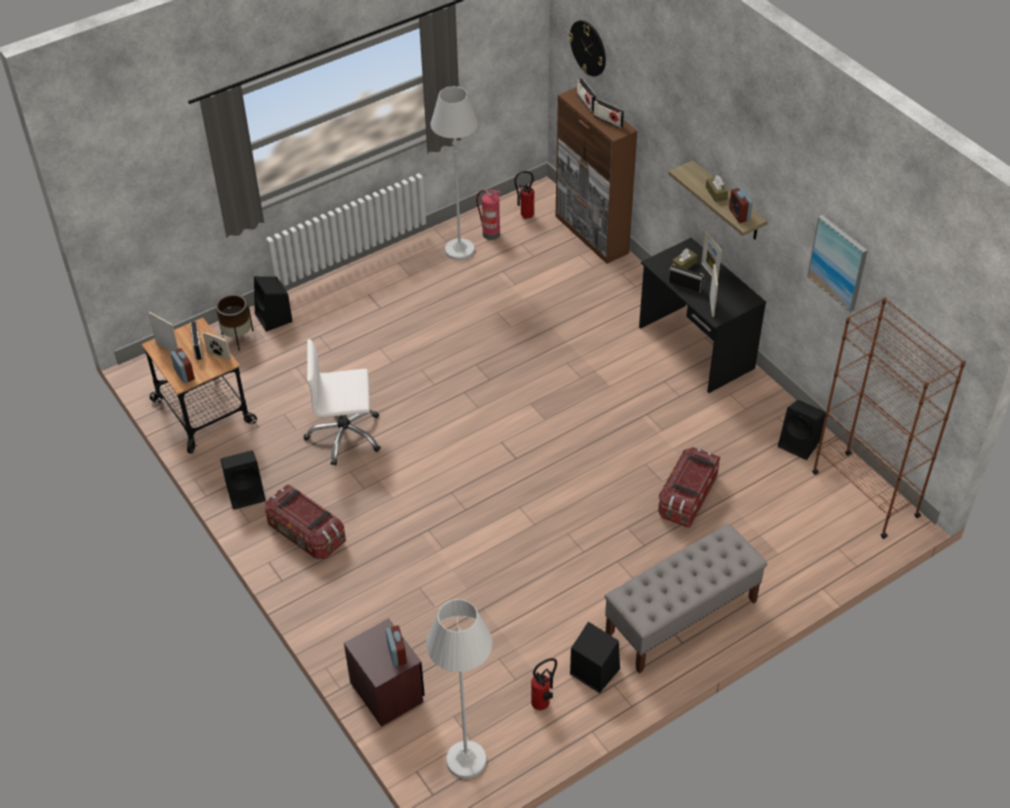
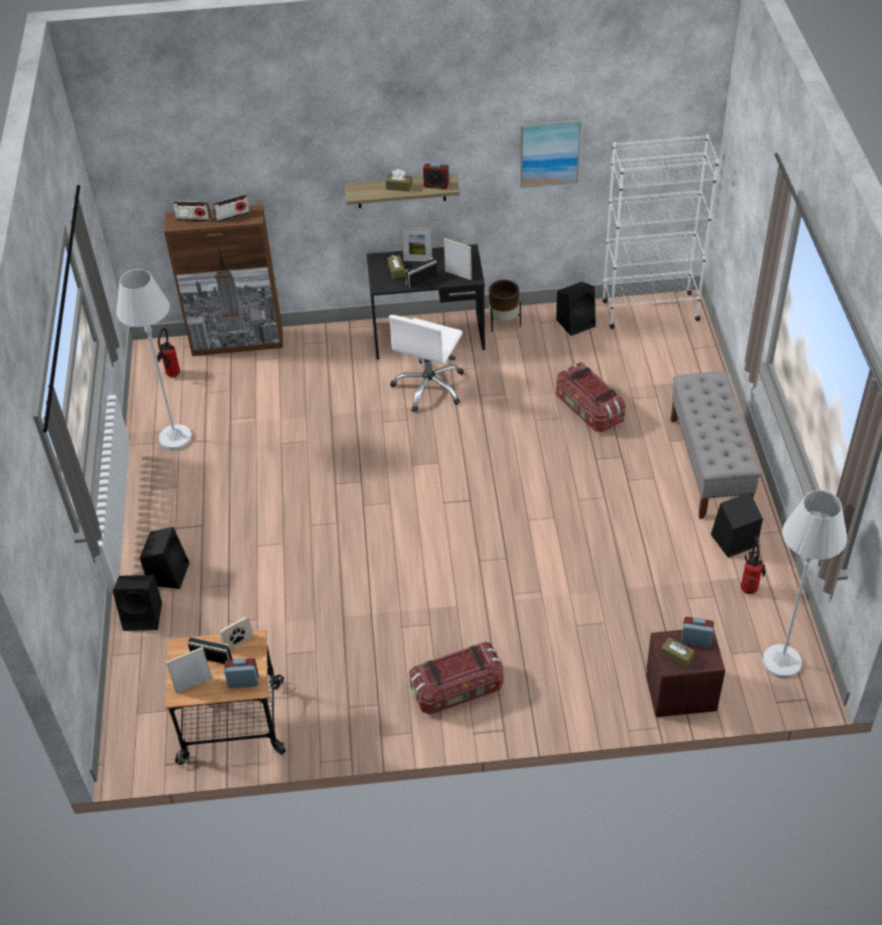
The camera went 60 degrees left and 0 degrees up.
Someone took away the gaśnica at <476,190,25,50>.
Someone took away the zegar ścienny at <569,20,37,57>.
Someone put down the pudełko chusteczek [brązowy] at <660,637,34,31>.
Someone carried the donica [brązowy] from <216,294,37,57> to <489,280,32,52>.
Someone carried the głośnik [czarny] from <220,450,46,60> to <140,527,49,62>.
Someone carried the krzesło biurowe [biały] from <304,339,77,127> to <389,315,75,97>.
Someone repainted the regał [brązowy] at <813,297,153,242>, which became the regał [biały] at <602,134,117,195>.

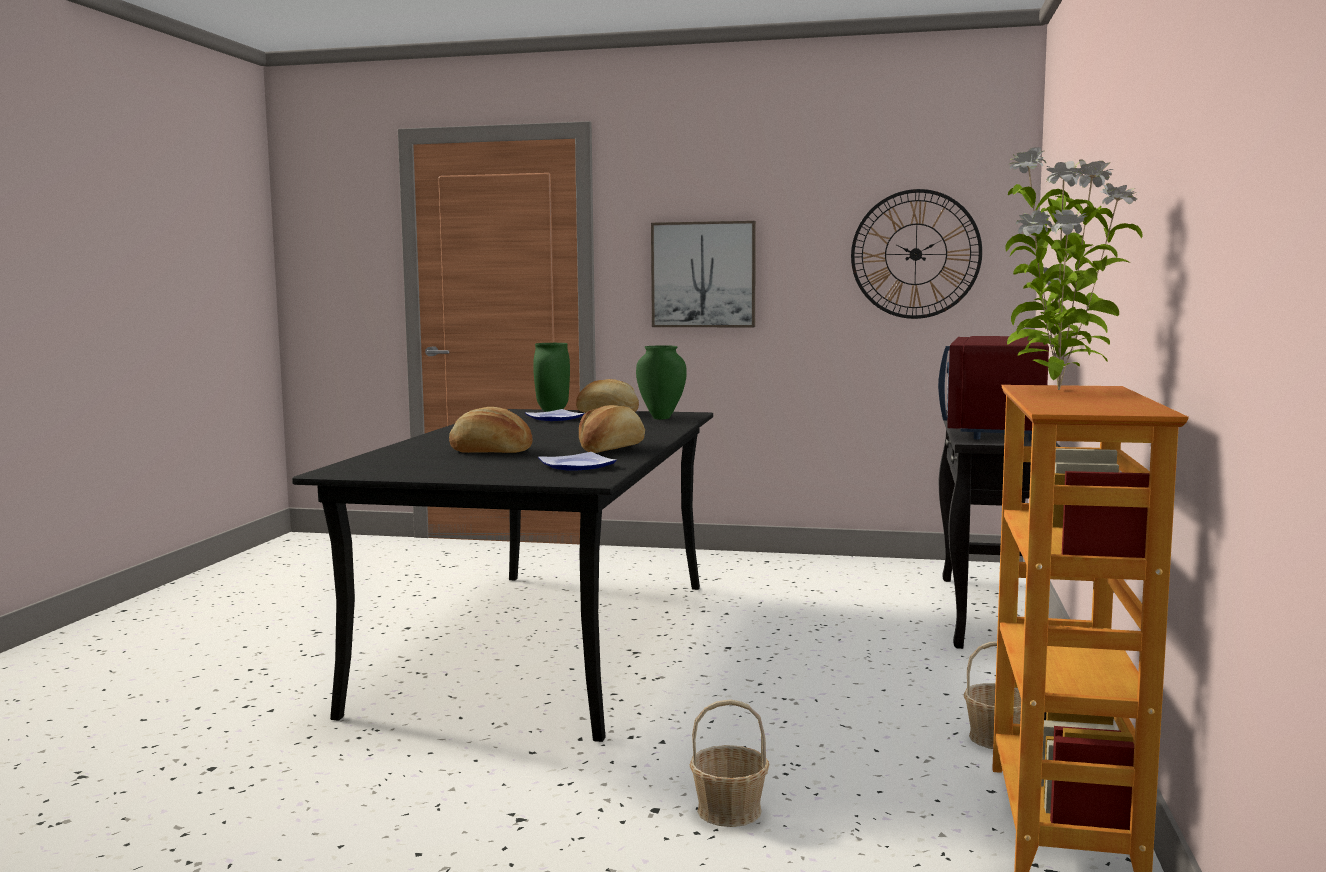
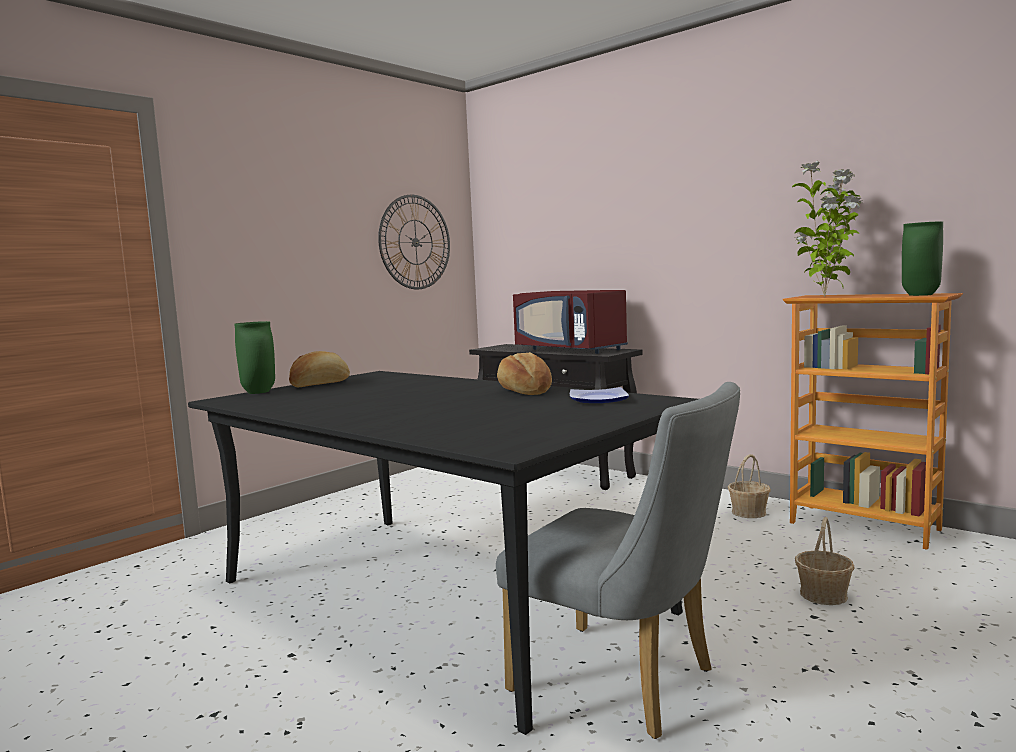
The camera went 60 degrees left and 0 degrees up.
Someone took away the chleb at <449,407,83,46>.
Someone took away the talerz at <525,409,60,12>.
Someone took away the obraz at <651,221,105,106>.
Someone put down the krzesło [szary] at <496,382,244,357>.
Someone carried the wazon [zielony] from <636,345,51,75> to <902,221,41,75>.

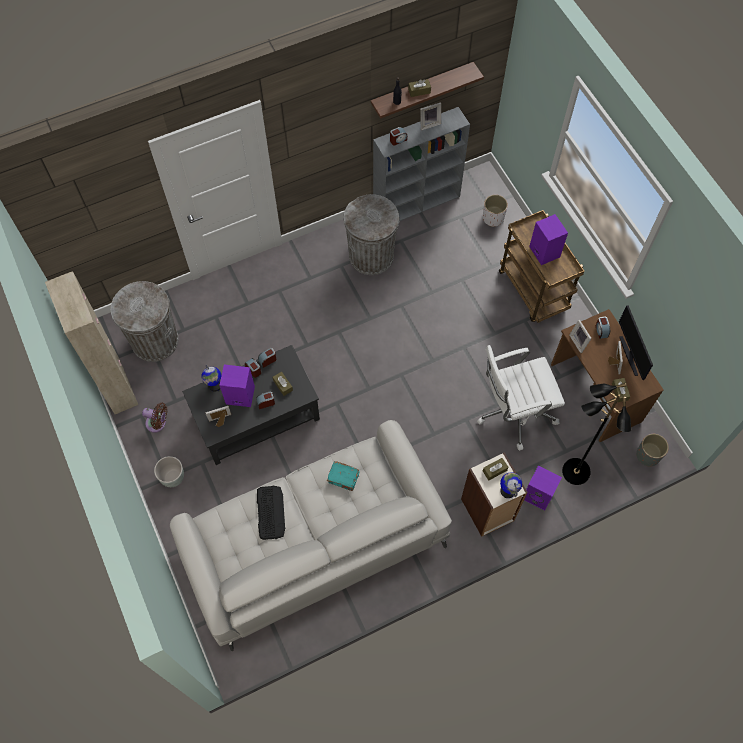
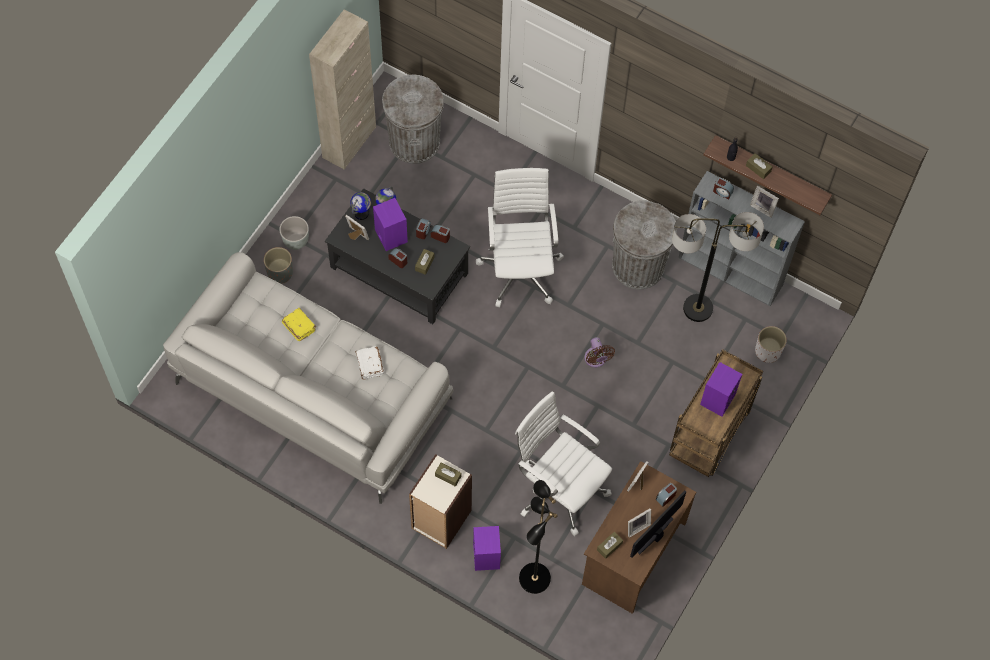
The camera went 55 degrees right and 0 degrees up.
Someone put down the krzesło biurowe [biały] at <476,168,88,139>.
Someone put down the lampa stojąca at <672,212,92,110>.
Someone carried the wentylator [brązowy] from <142,403,25,30> to <585,337,30,31>.
Someone carried the globus from <500,472,22,26> to <350,192,21,28>.
Someone carried the donica [szary] from <636,434,33,33> to <264,247,29,37>.
Someone swapped the klawiatura at <257,486,28,54> for the książka [żółty] at <282,308,34,33>.
Someone repainted the książka [turkusowy] at <327,461,33,30>, which became the książka [biały] at <355,346,29,34>.

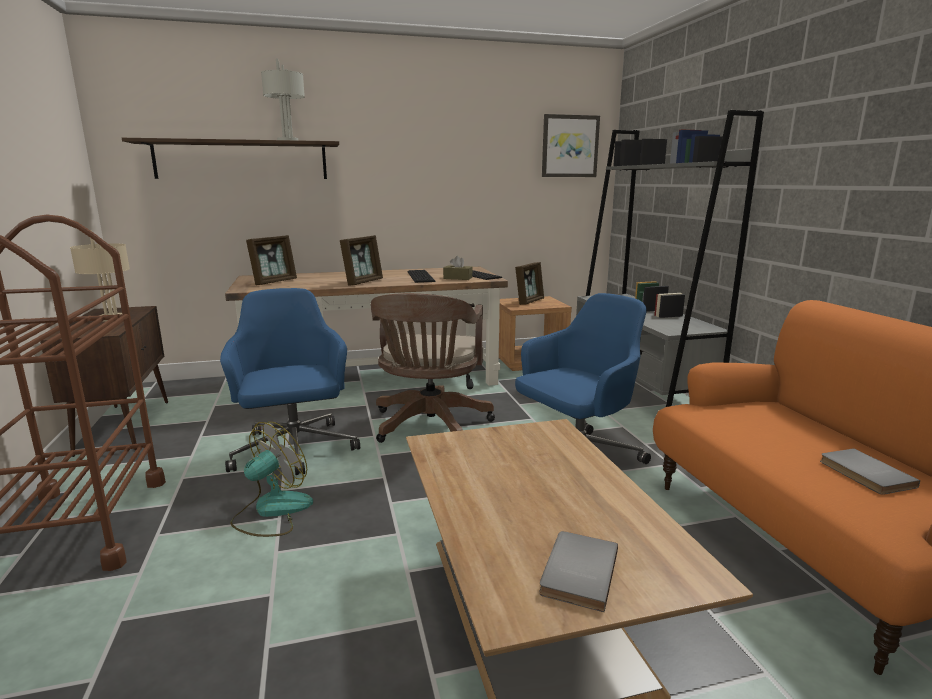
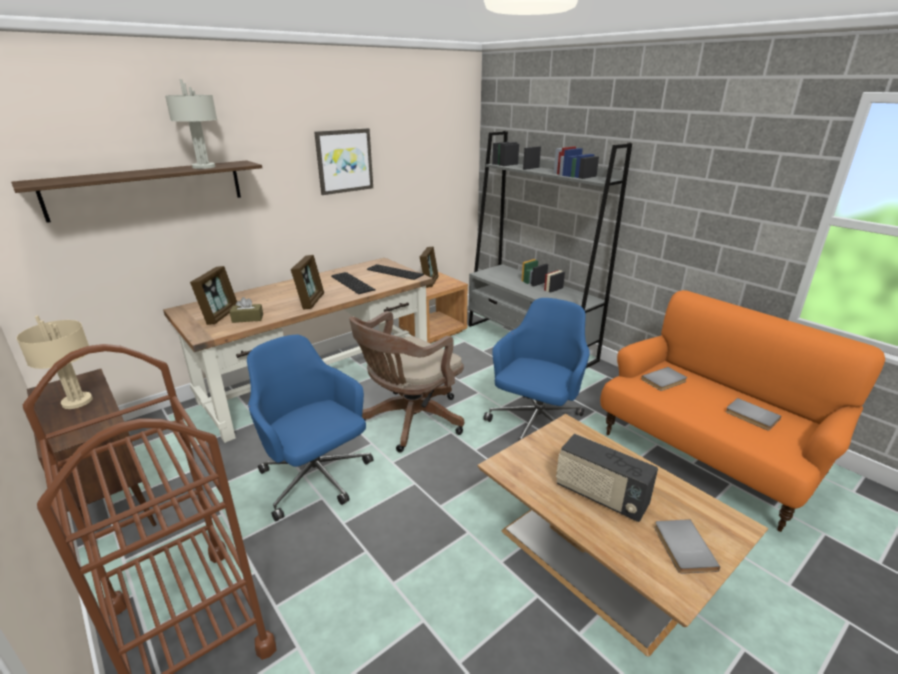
The camera went 25 degrees left and 10 degrees up.
Someone took away the wentylator at <230,422,83,115>.
Someone put down the radio at <556,434,102,88>.
Someone put down the książka [szary] at <641,367,46,24>.
Someone carried the pudełko chusteczek [brązowy] from <443,256,29,24> to <230,297,33,26>.
Someone carried the obraz from <542,114,58,63> to <314,128,59,67>.
Someone rotated the krzesło biurowe [brązowy] at <371,293,124,150> by 60 degrees clockwise.

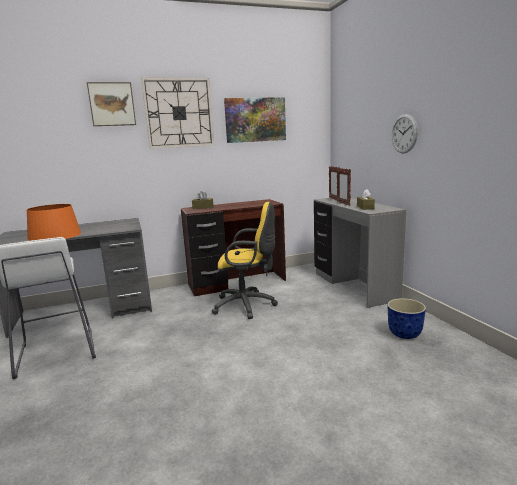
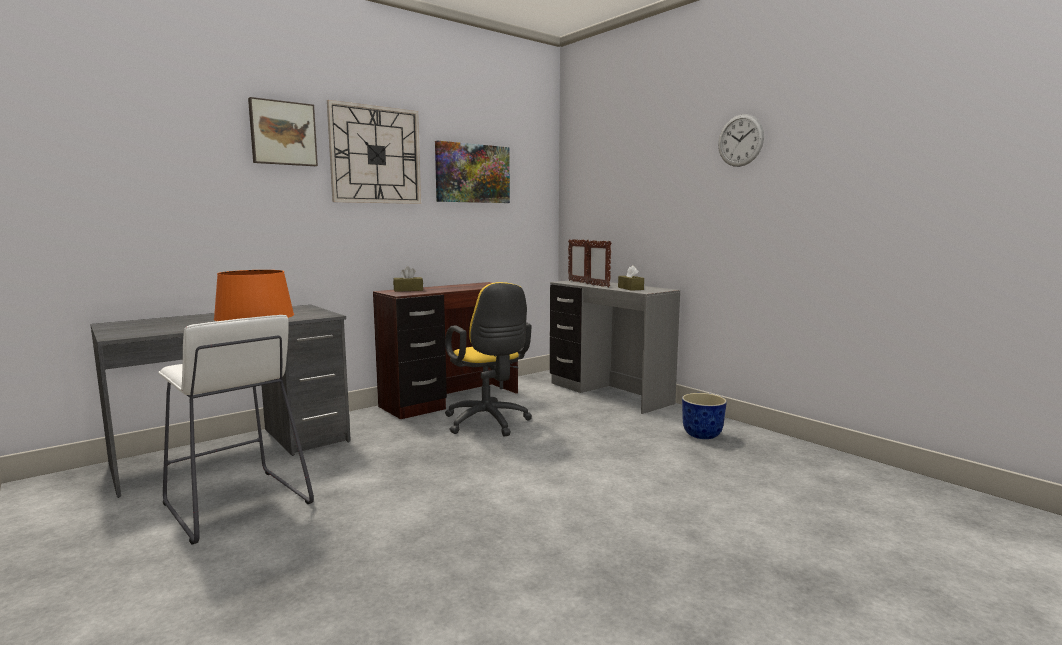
The camera went 20 degrees left and 5 degrees down.
Someone carried the zegar ścienny from <391,114,27,40> to <718,114,46,53>.
Someone rotated the krzesło biurowe [żółty] at <211,202,67,117> by 75 degrees clockwise.

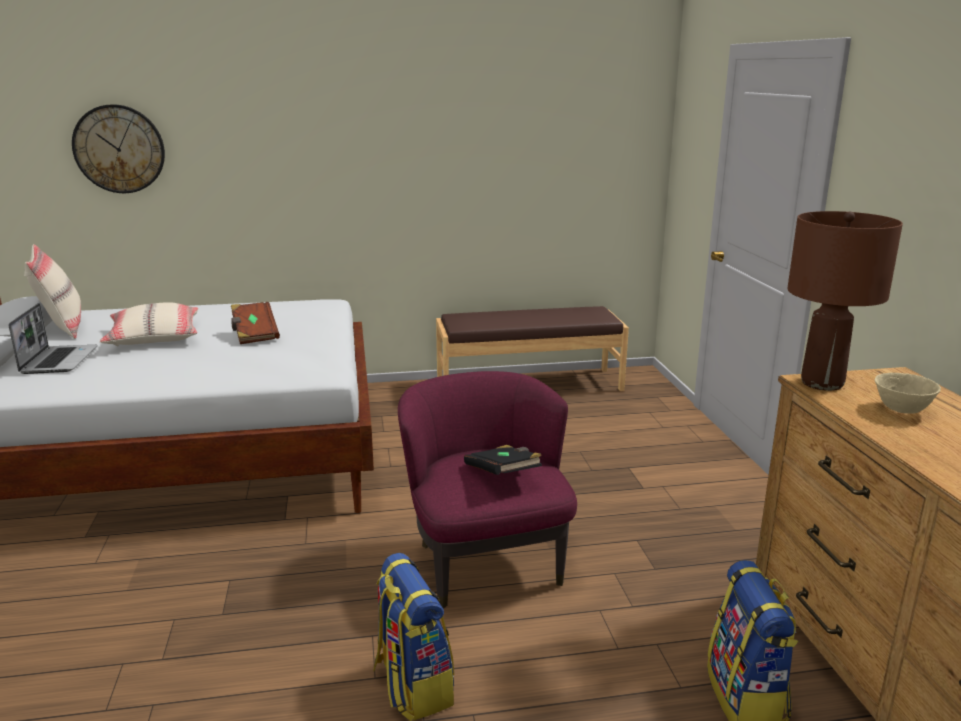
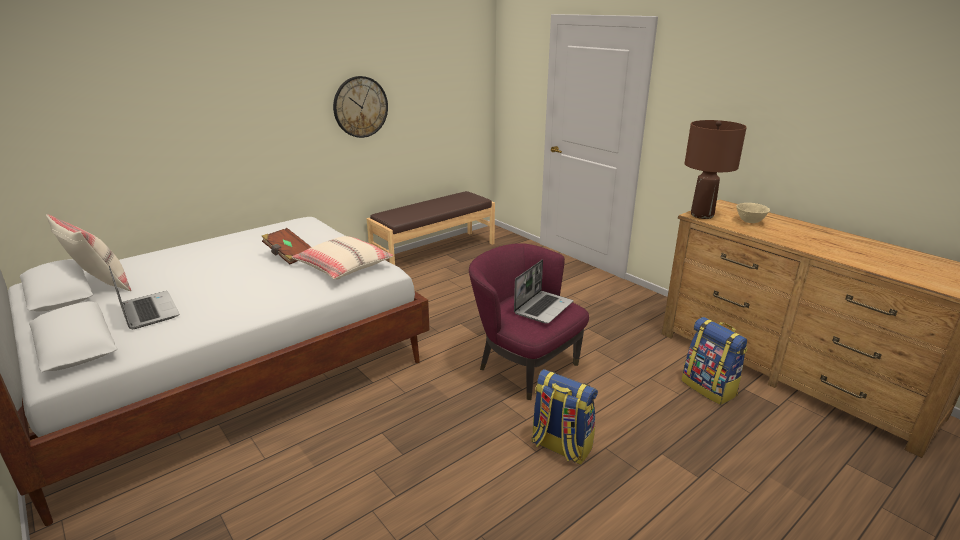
The camera went 30 degrees left and 5 degrees up.
Someone carried the zegar ścienny from <72,104,93,89> to <333,76,55,62>.
Someone carried the poduszka [beżowy] from <100,302,98,44> to <291,236,102,44>.
Someone swapped the książka [czarny] at <464,445,78,30> for the laptop at <514,260,59,64>.

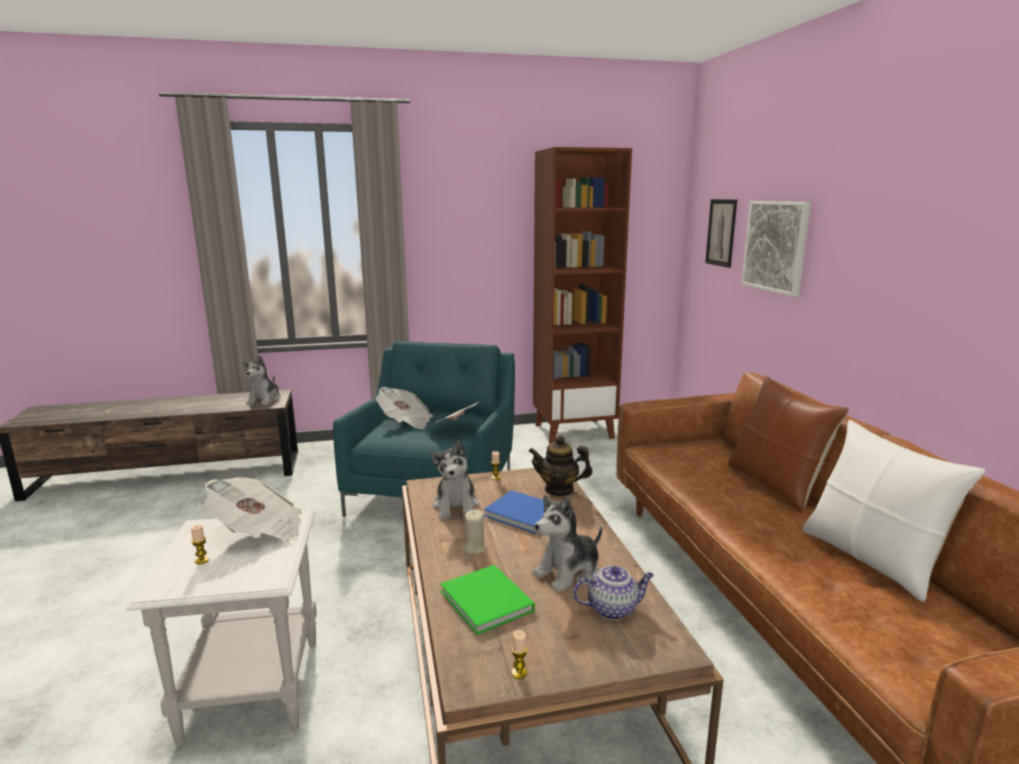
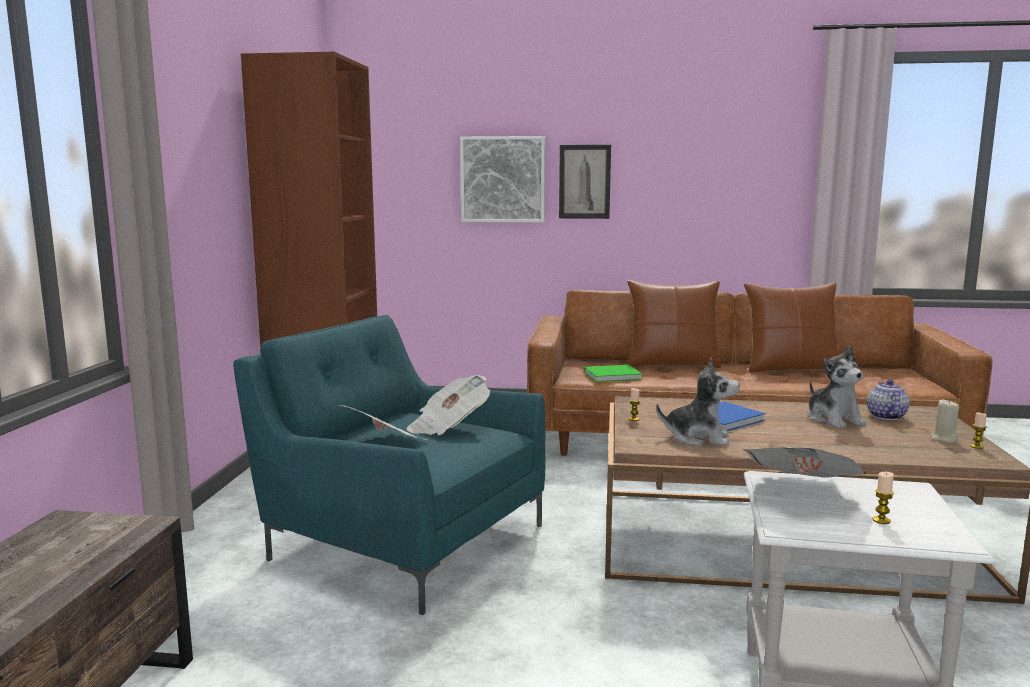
The camera went 70 degrees left and 5 degrees down.
Someone took away the pluszak at <243,355,38,50>.
Someone took away the imbryk at <528,435,65,61>.
Someone carried the książka [zielony] from <440,565,95,70> to <584,365,58,17>.
Someone carried the świeca [beżowy] from <463,510,24,44> to <930,399,29,44>.
Someone carried the obraz from <705,199,32,69> to <559,145,52,74>.
Someone repainted the poduszka [biały] at <803,420,182,182>, which became the poduszka [brązowy] at <744,283,95,90>.

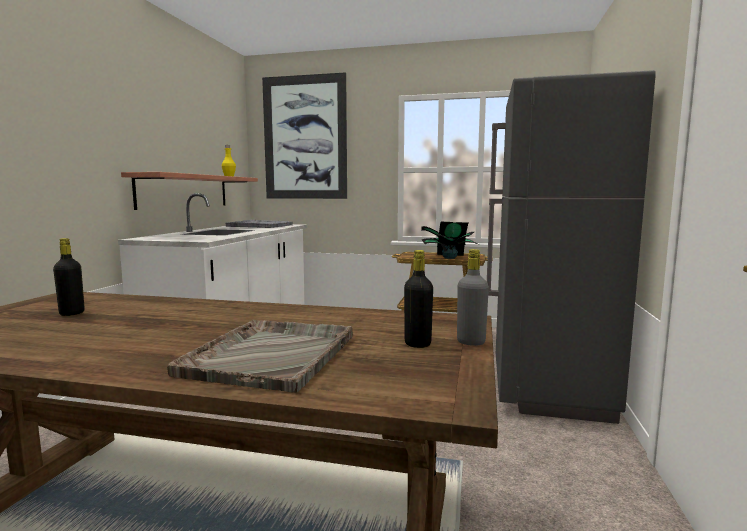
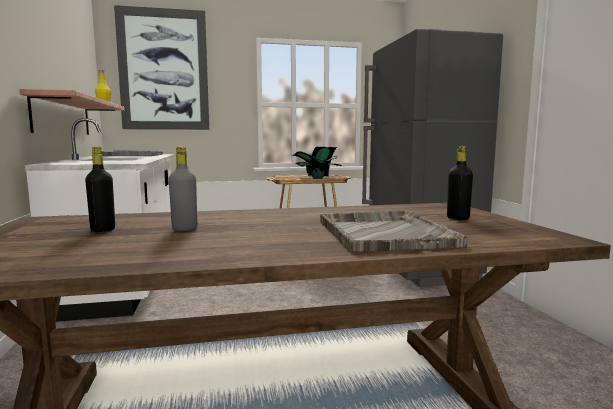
The camera went 25 degrees left and 0 degrees up.
Someone carried the butelka [szary] from <457,249,32,97> to <169,147,28,84>.

